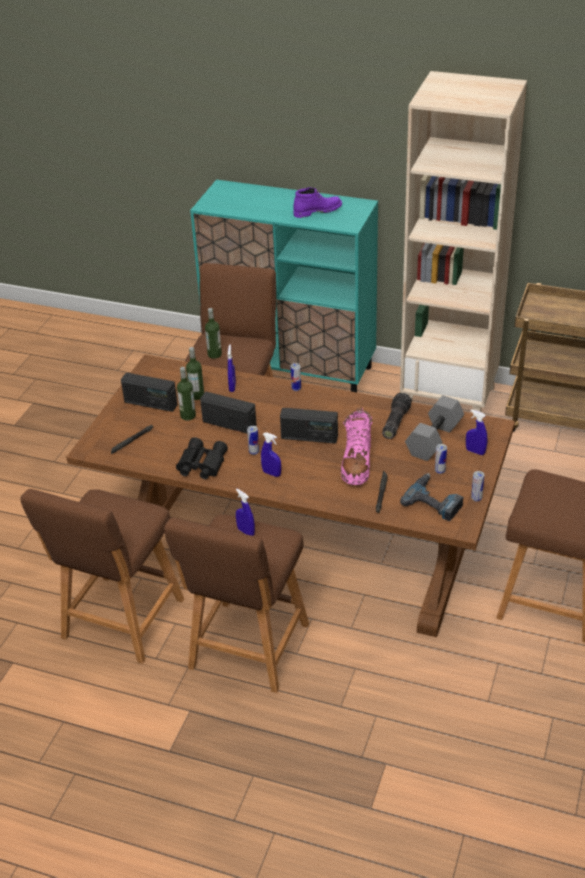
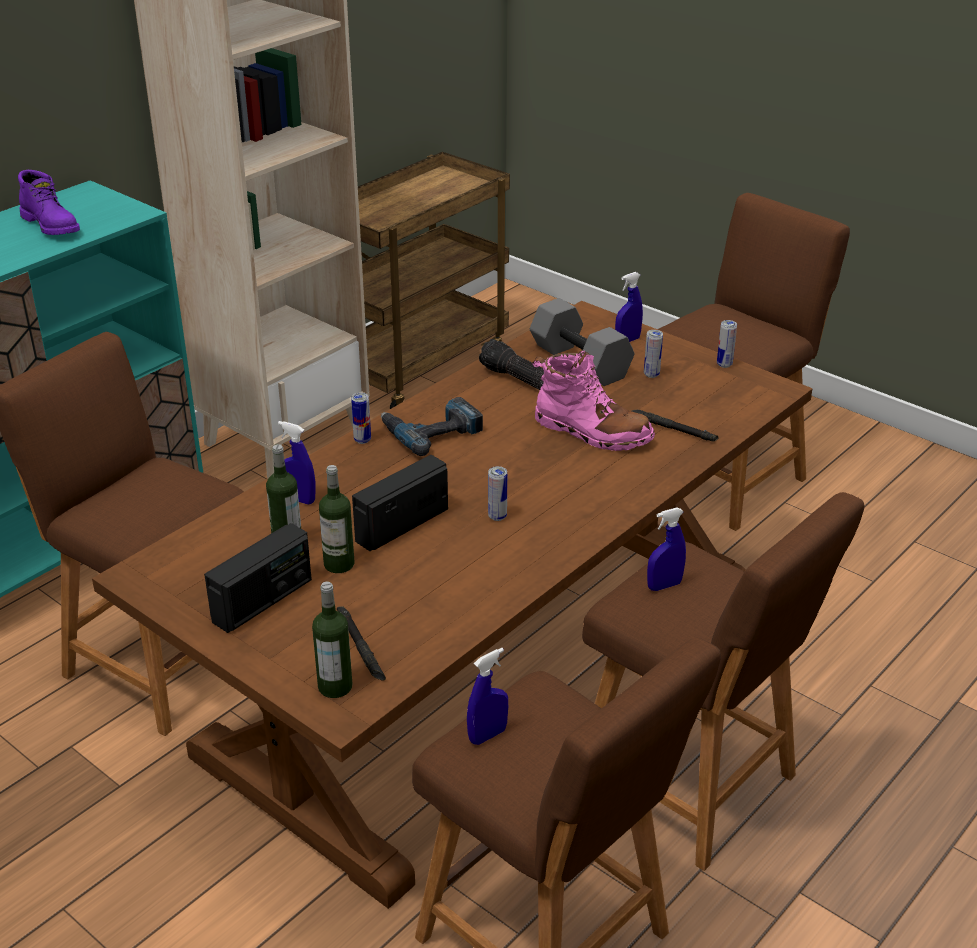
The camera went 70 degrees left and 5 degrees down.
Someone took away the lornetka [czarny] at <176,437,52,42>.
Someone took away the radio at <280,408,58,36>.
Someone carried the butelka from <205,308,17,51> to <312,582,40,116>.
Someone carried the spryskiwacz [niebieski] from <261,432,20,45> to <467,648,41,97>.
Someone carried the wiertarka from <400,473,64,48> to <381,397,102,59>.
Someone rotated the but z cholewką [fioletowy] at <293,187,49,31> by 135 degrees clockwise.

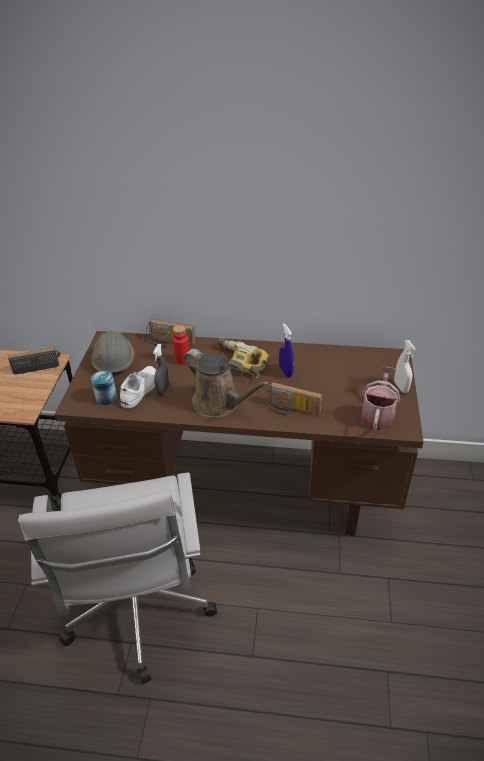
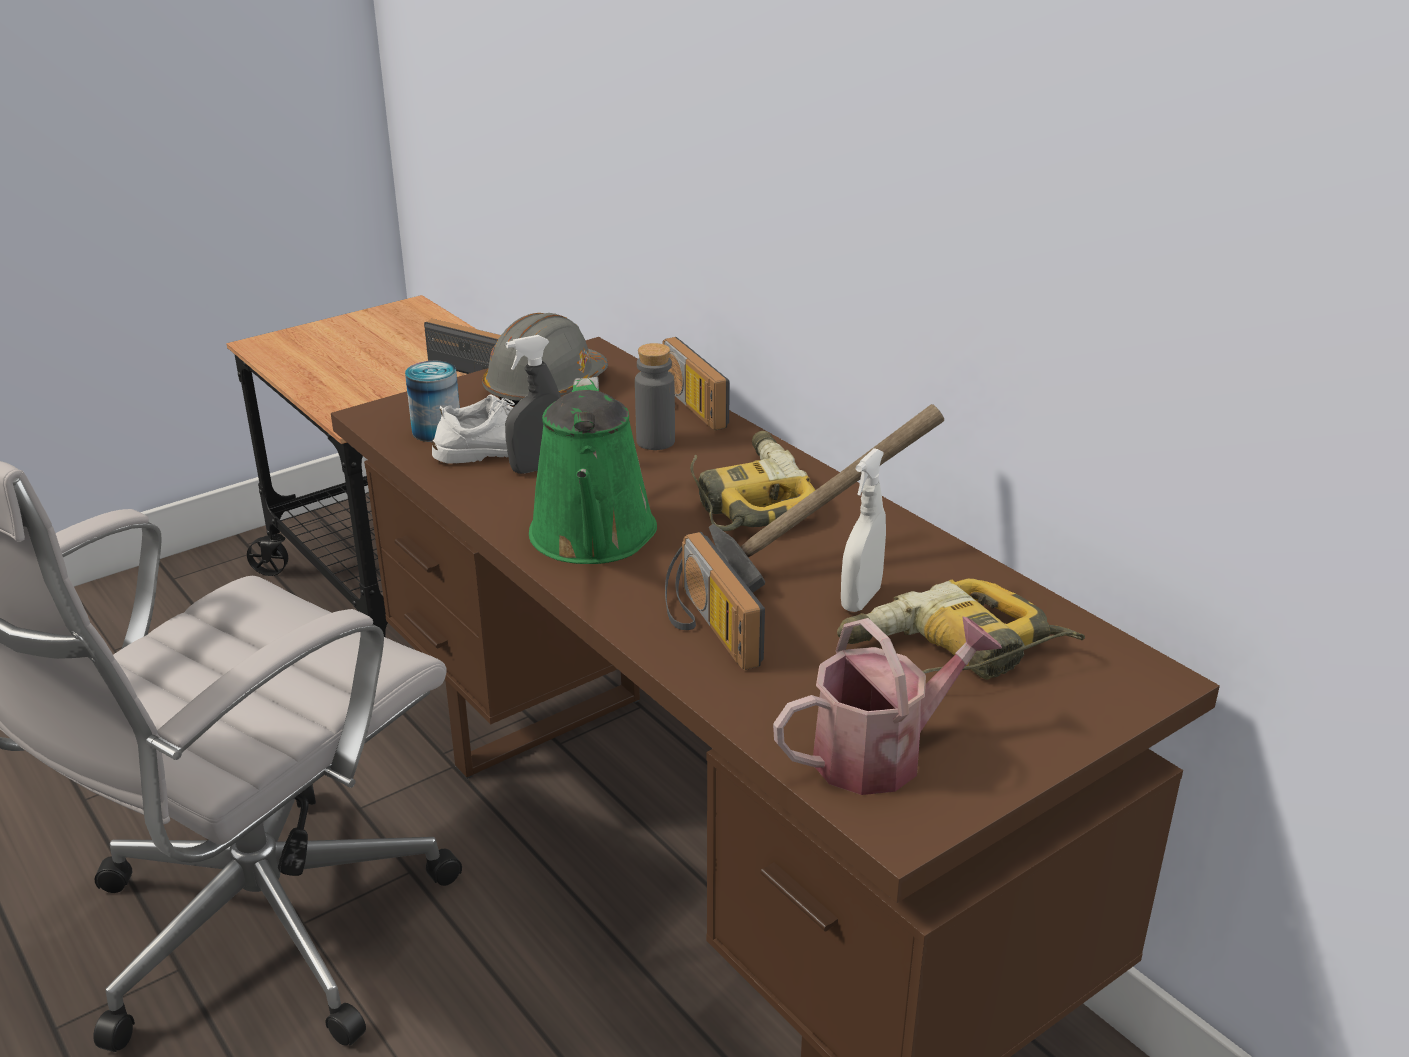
The camera went 45 degrees right and 10 degrees down.
Someone put down the wiertarka at <837,579,248,101>.
Someone carried the spryskiwacz [biały] from <394,340,22,53> to <841,448,45,164>.
Someone swapped the spryskiwacz [niebieski] at <279,323,15,55> for the młotek at <709,404,235,189>.
Someone repainted the butelka [czerwony] at <173,325,16,40>, which became the butelka [szary] at <635,343,40,107>.
Someone repainted the konewka [brązowy] at <184,349,86,69>, which became the konewka [zielony] at <529,377,128,187>.

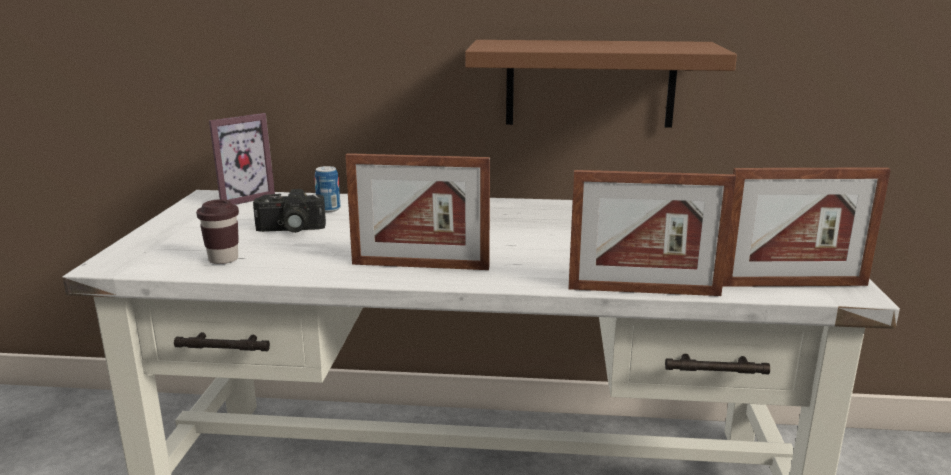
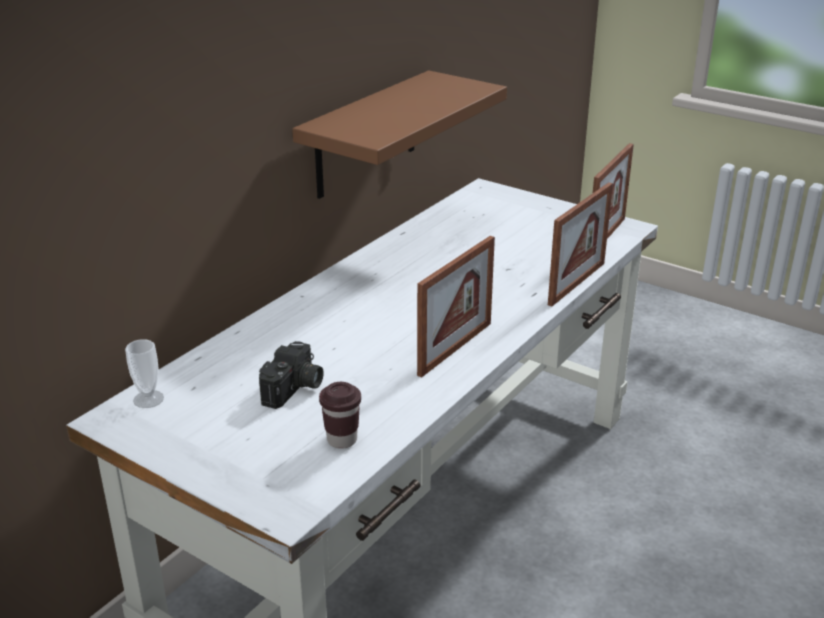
The camera went 60 degrees left and 10 degrees up.
Someone took away the puszka at <315,166,25,46>.
Someone swapped the ramka na zdjęcie at <209,113,66,92> for the filiżanka at <125,339,39,69>.

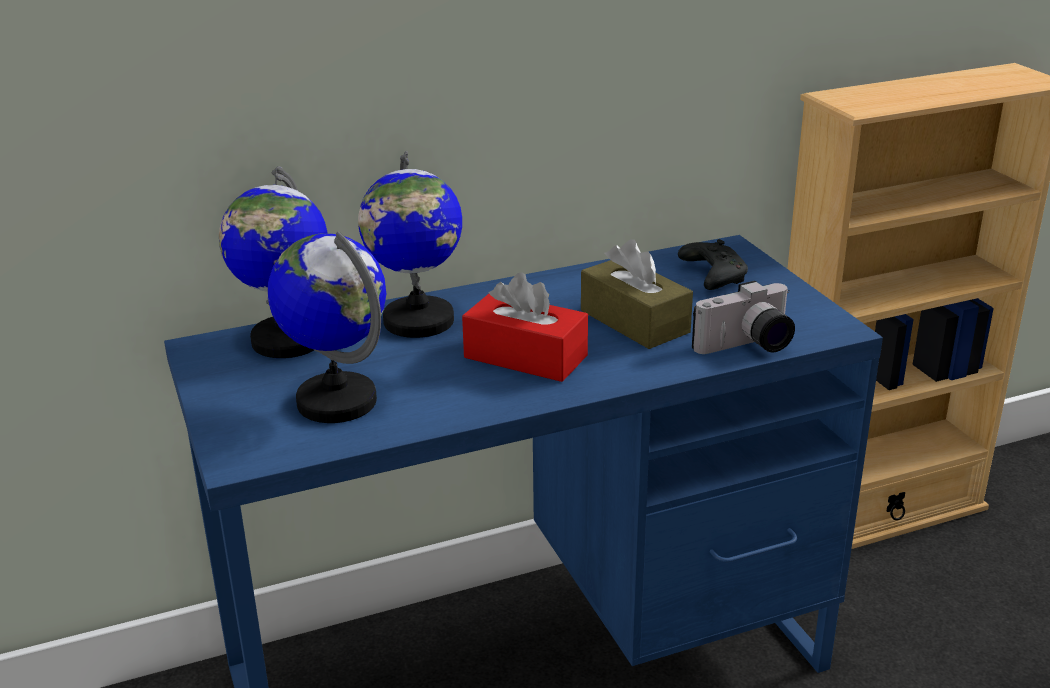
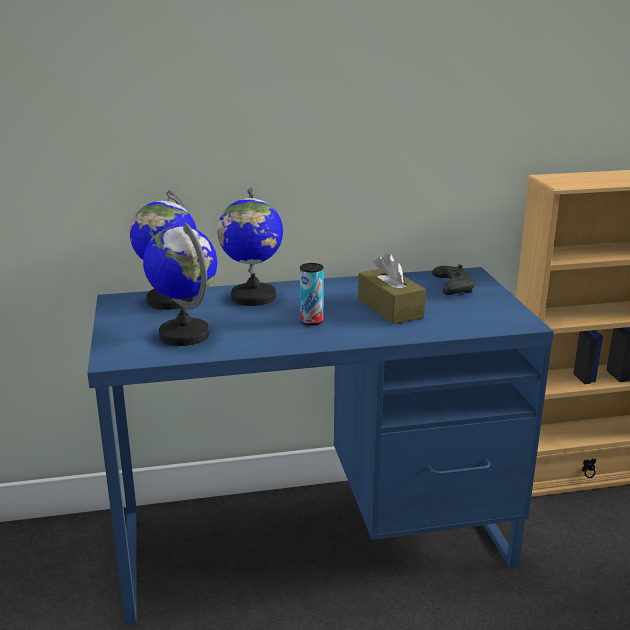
The camera went 10 degrees right and 5 degrees down.
Someone took away the aparat fotograficzny at <692,281,103,73>.
Someone swapped the pudełko chusteczek [czerwony] at <462,272,126,110> for the puszka at <300,263,24,63>.

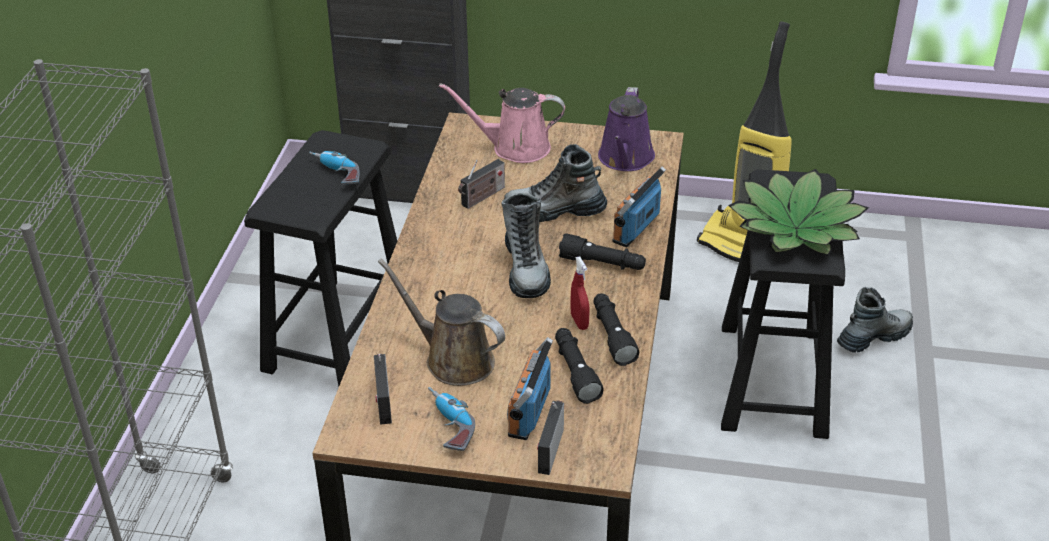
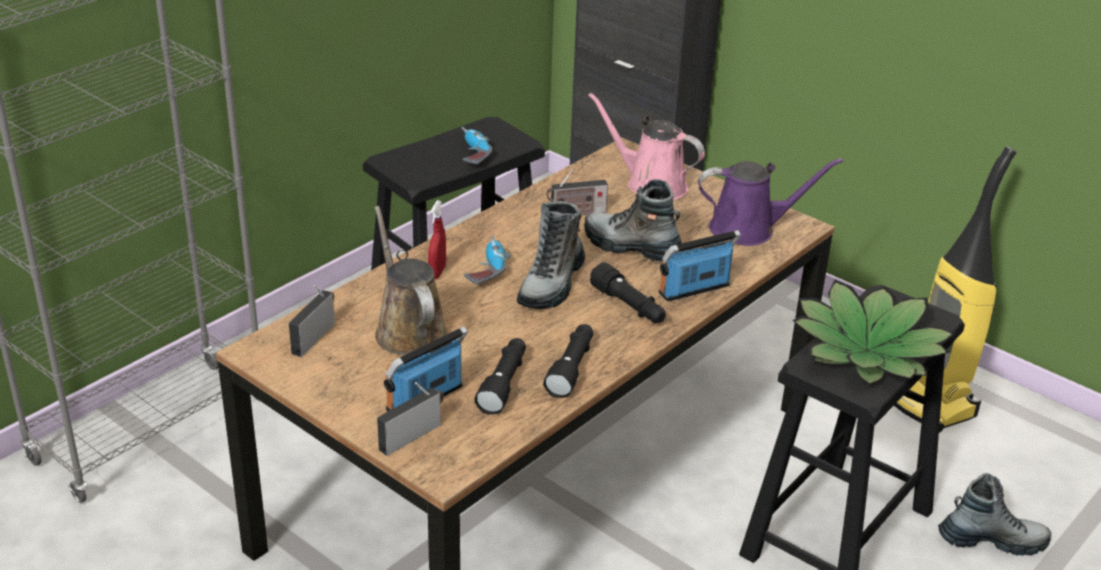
The camera went 30 degrees right and 5 degrees down.
Someone carried the wiertarka from <428,387,47,64> to <464,235,46,49>.
Someone carried the spryskiwacz [czerwony] from <571,256,19,74> to <428,200,18,79>.
Someone rotated the konewka [fioletowy] at <598,87,57,84> by 135 degrees counterclockwise.

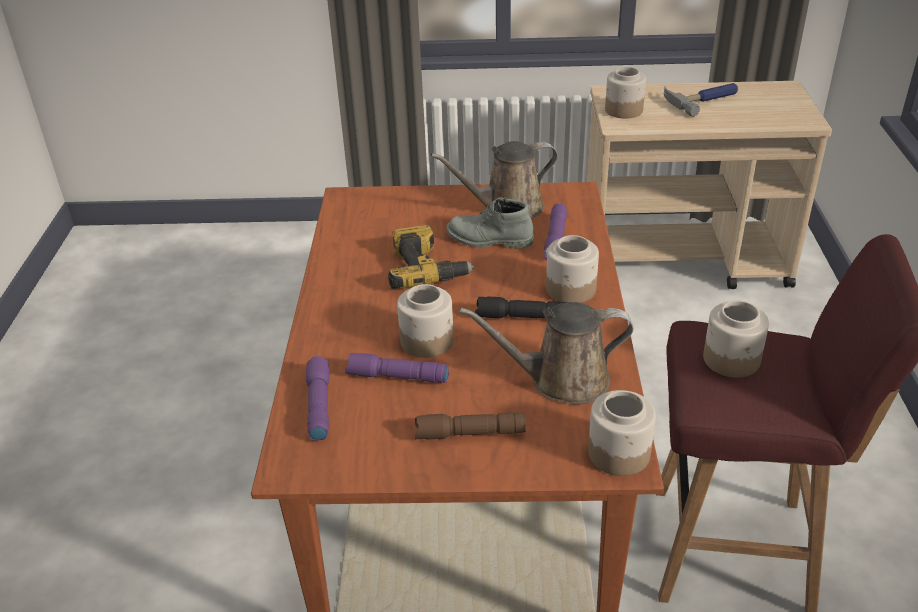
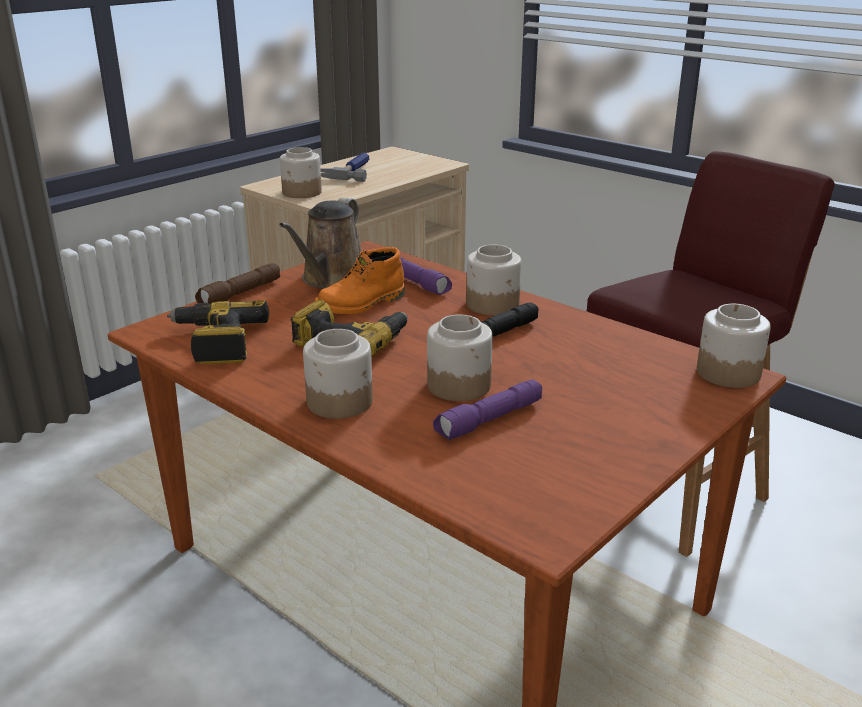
The camera went 50 degrees left and 10 degrees down.
Someone took away the latarka [fioletowy] at <306,356,24,85>.
Someone took away the konewka [brązowy] at <460,302,173,102>.
Someone put down the wiertarka at <167,300,102,64>.
Someone carried the latarka [brązowy] from <415,412,111,27> to <195,263,85,41>.
Someone carried the słoik from <703,300,66,78> to <303,329,70,90>.
Someone repainted the but z cholewką [szary] at <447,197,86,52>, which became the but z cholewką [pomarańczowy] at <315,247,90,67>.

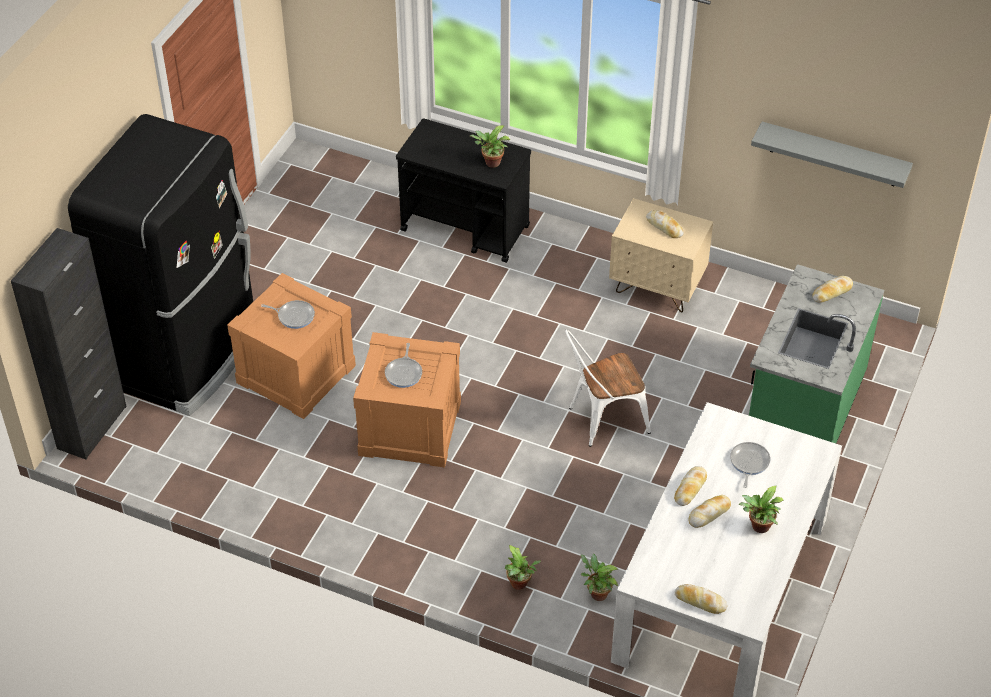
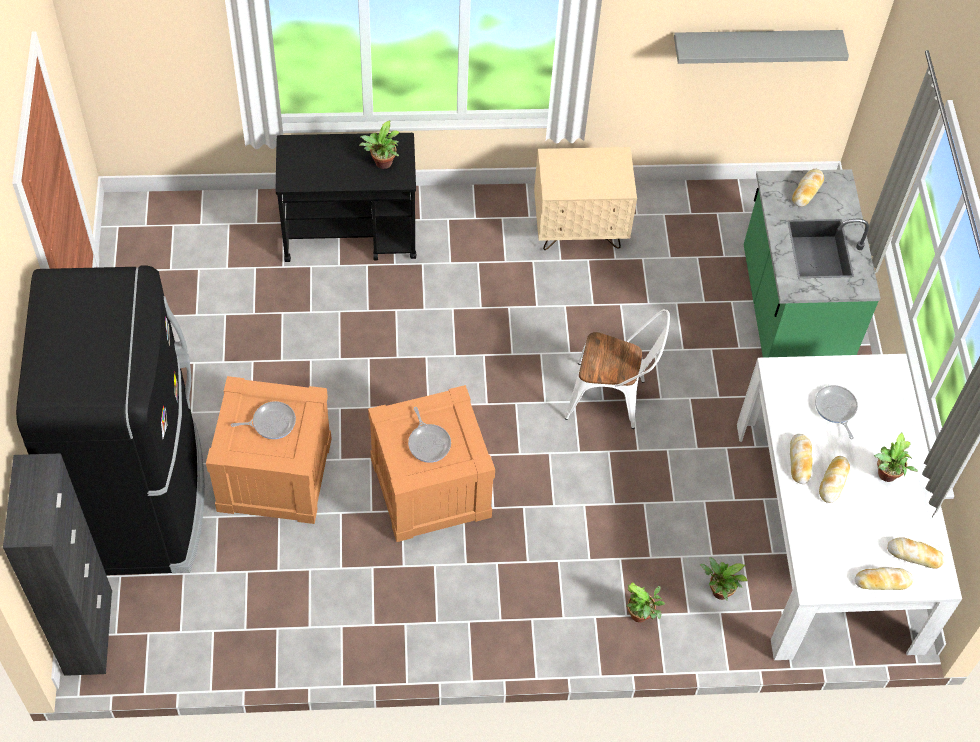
The camera went 30 degrees left and 10 degrees up.
Someone carried the chleb from <646,210,38,28> to <887,537,58,32>.
Someone rotated the krzesło [biały] at <565,329,86,118> by 120 degrees counterclockwise.

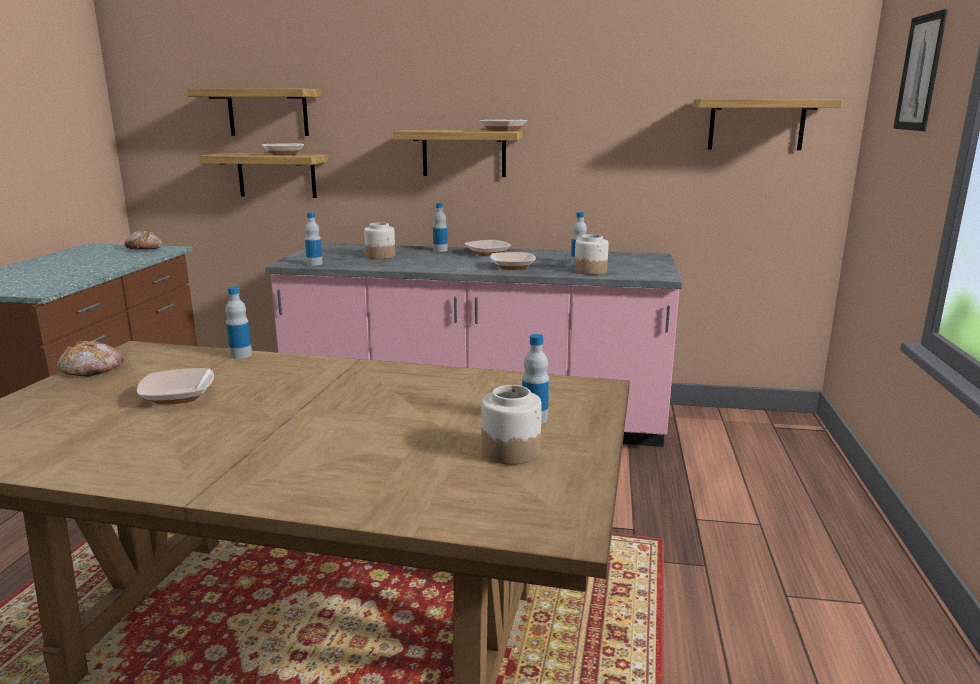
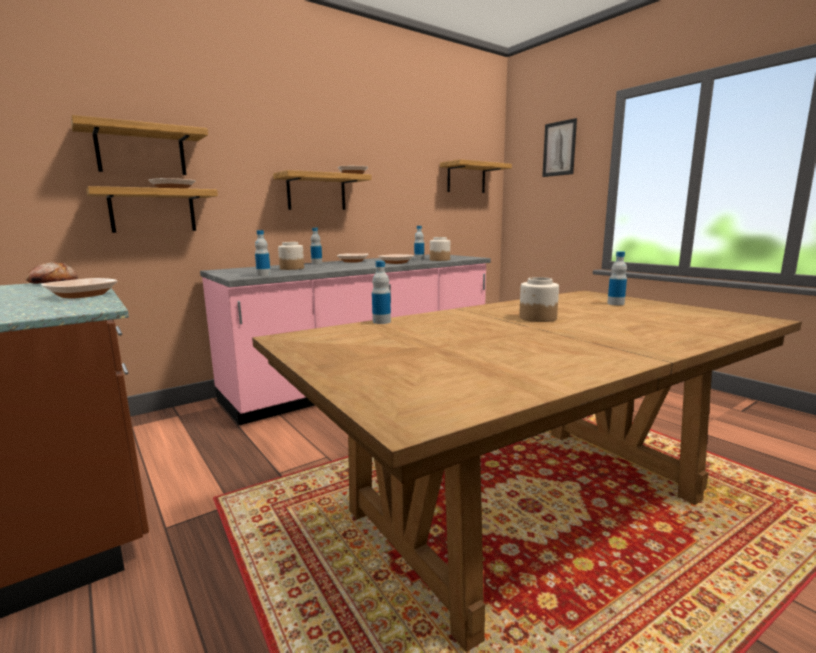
The camera went 45 degrees left and 5 degrees down.
Someone took away the chleb at <57,341,66,36>.
Someone carried the miska from <137,368,77,37> to <41,278,76,21>.
Someone carried the słoik from <482,385,60,80> to <519,277,40,45>.

